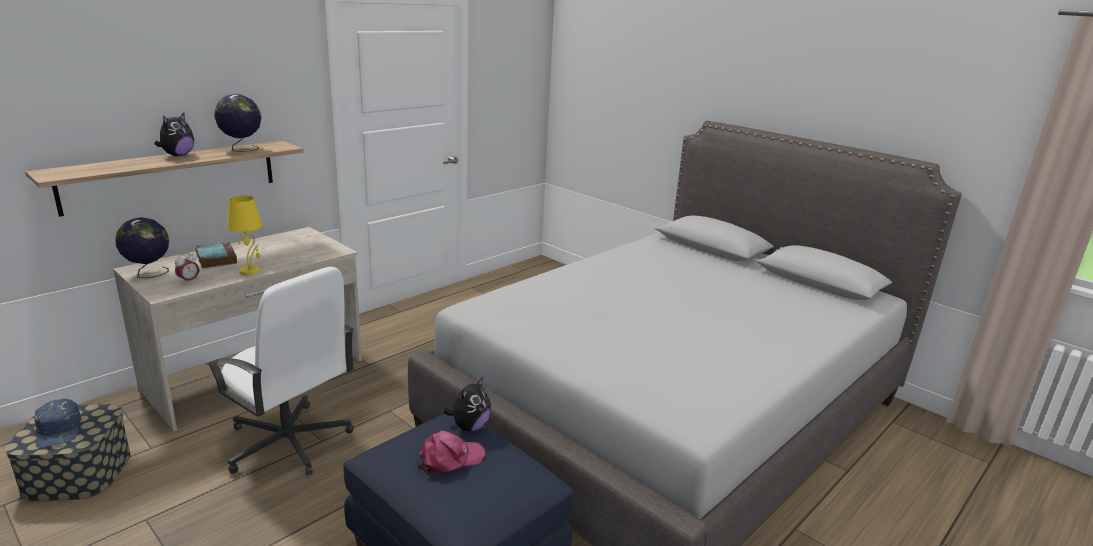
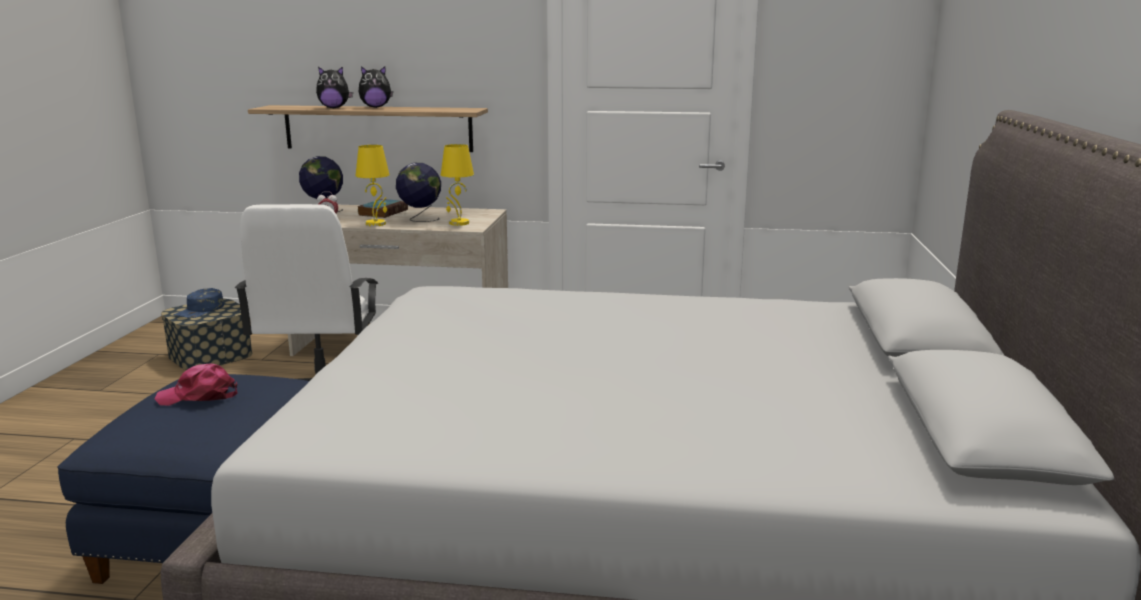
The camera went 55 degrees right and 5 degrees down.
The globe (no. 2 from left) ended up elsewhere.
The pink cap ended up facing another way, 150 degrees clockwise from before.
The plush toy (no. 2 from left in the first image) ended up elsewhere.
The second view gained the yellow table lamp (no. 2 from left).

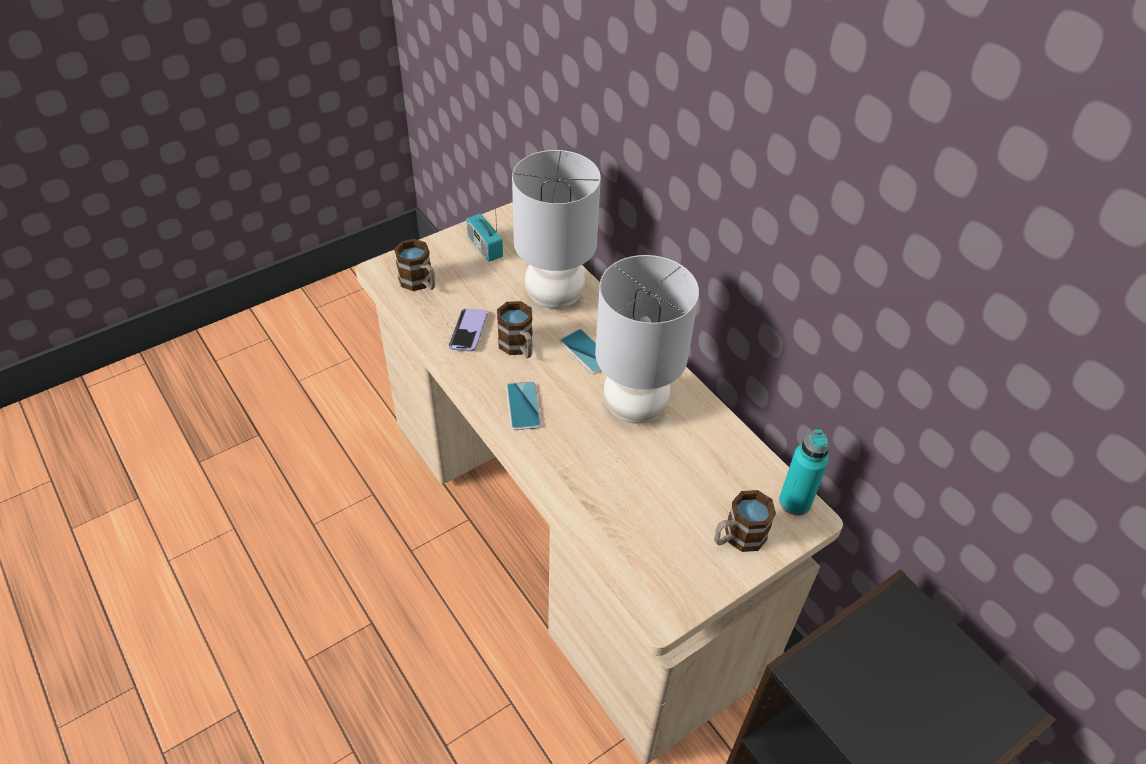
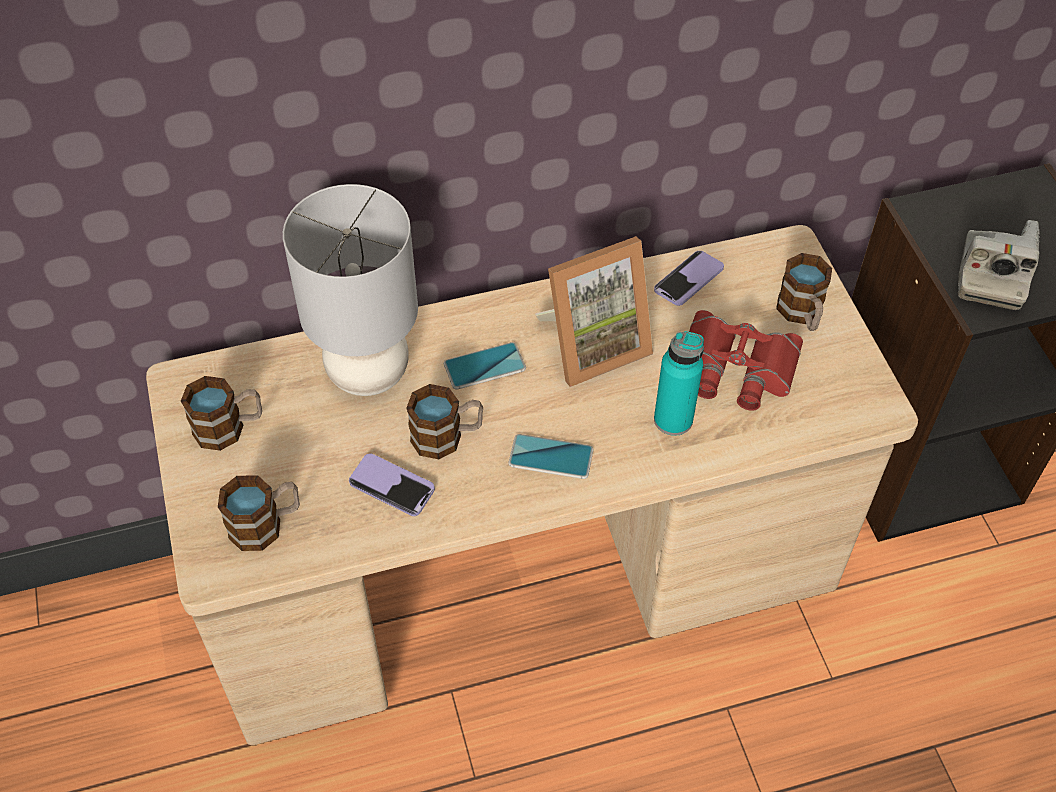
The camera went 70 degrees left and 5 degrees up.
Where the radio stood, the mug (no. 1 from left) came to stand.
Where the grey table lamp (no. 2 from left) stood, the picture frame came to stand.
The turquoise bottle ended up elsewhere.
The second view gained the phone (no. 4 from left).
The second view gained the red binoculars.
The second view gained the photo camera.

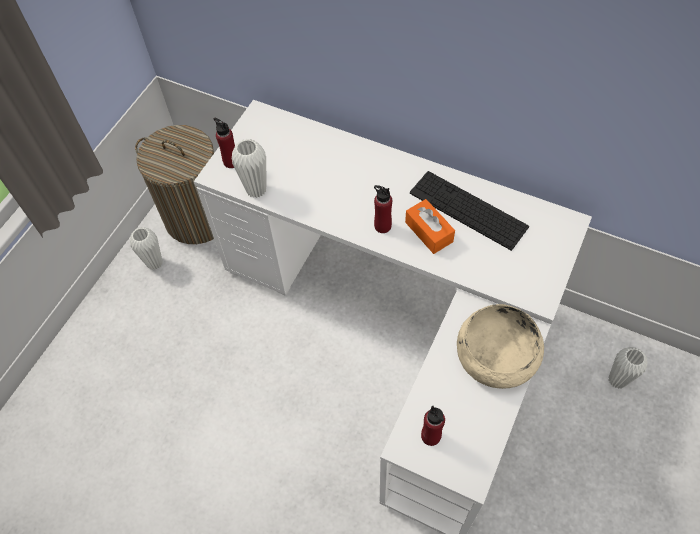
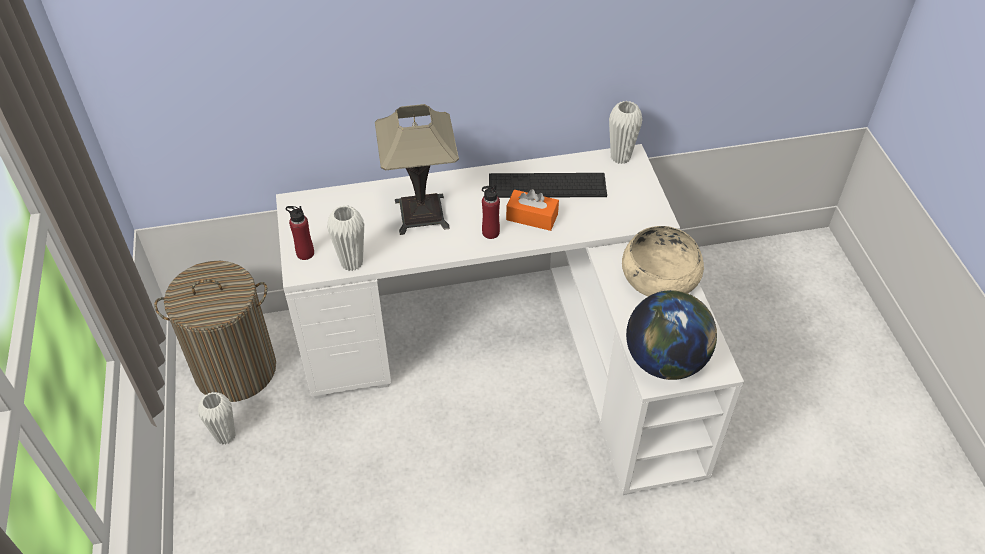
The camera went 40 degrees left and 10 degrees down.
Where the red bottle (no. 3 from left) stood, the globe came to stand.
The white vase (no. 3 from left) ended up elsewhere.
The second view gained the table lamp.

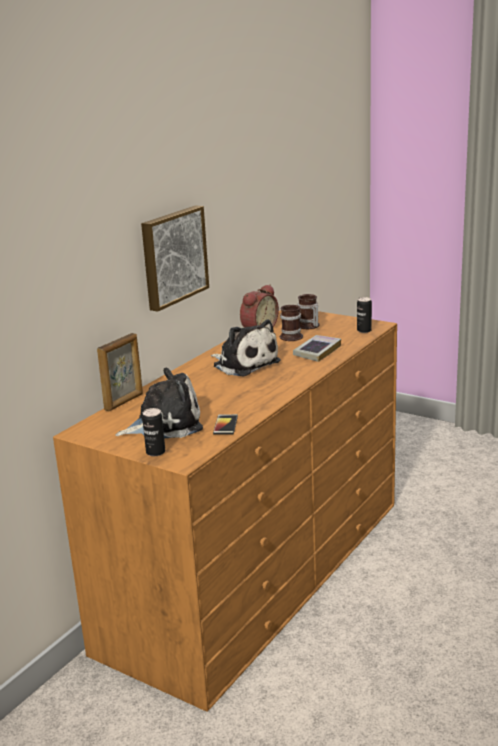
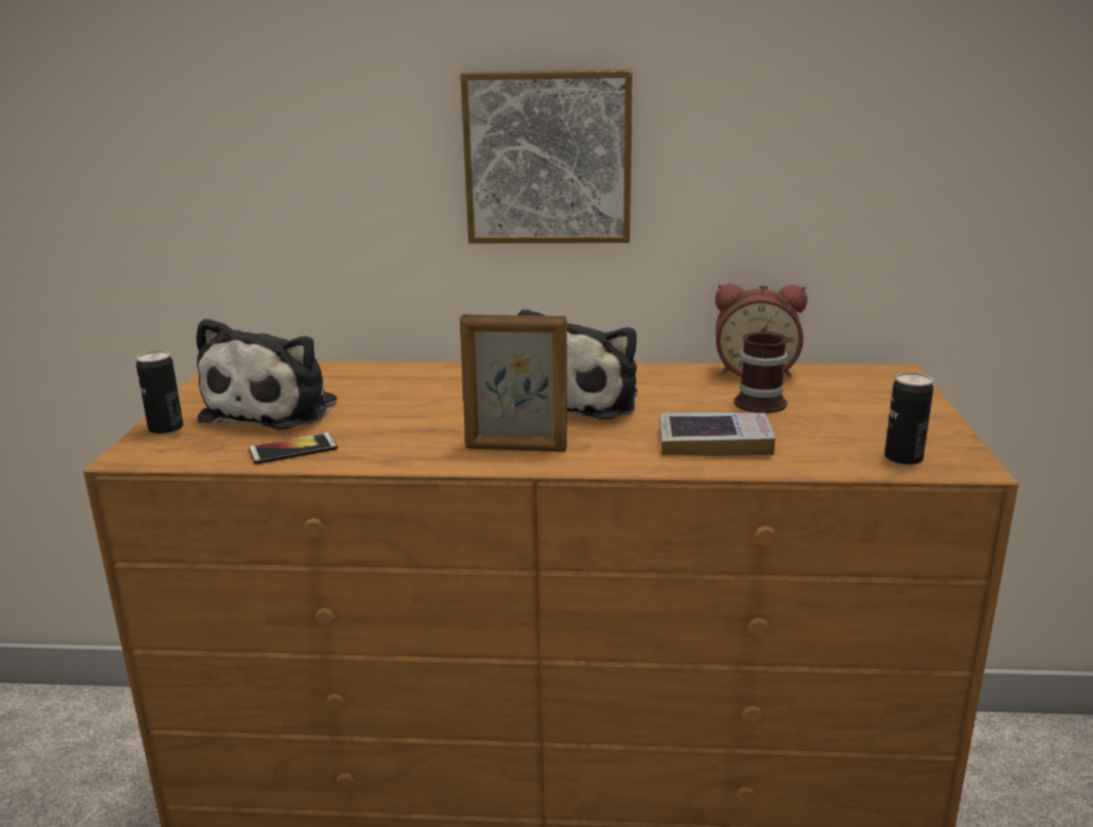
The camera went 60 degrees right and 0 degrees up.
The picture frame ended up elsewhere.
The plush toy (no. 1 from left) ended up facing another way, 60 degrees clockwise from before.
The second view lost the mug (no. 2 from left).

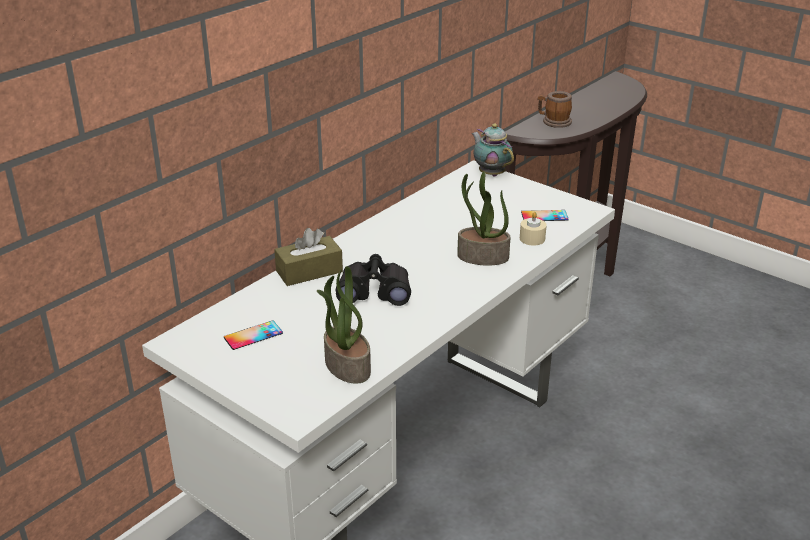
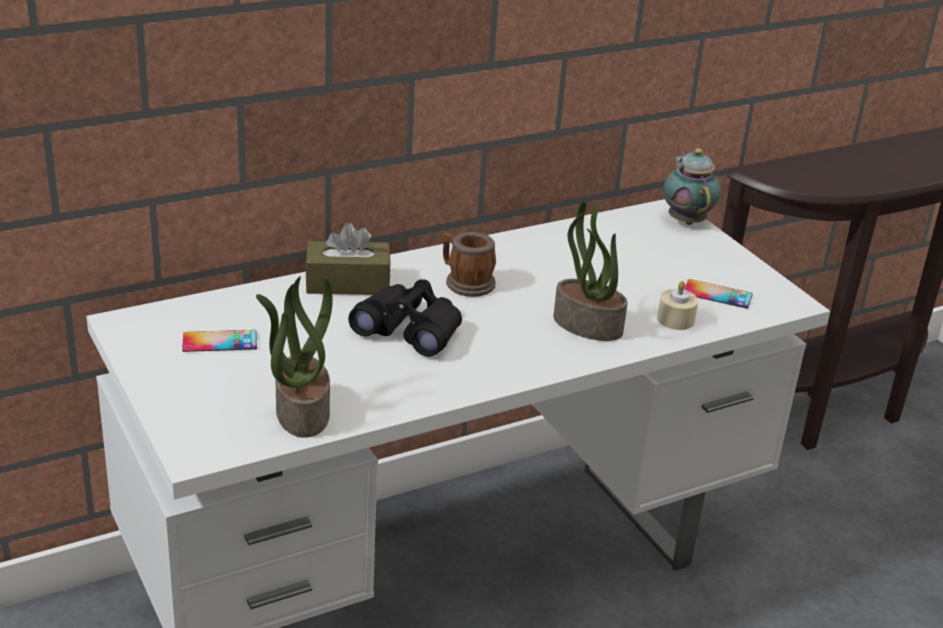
The camera went 20 degrees right and 0 degrees up.
The mug ended up elsewhere.

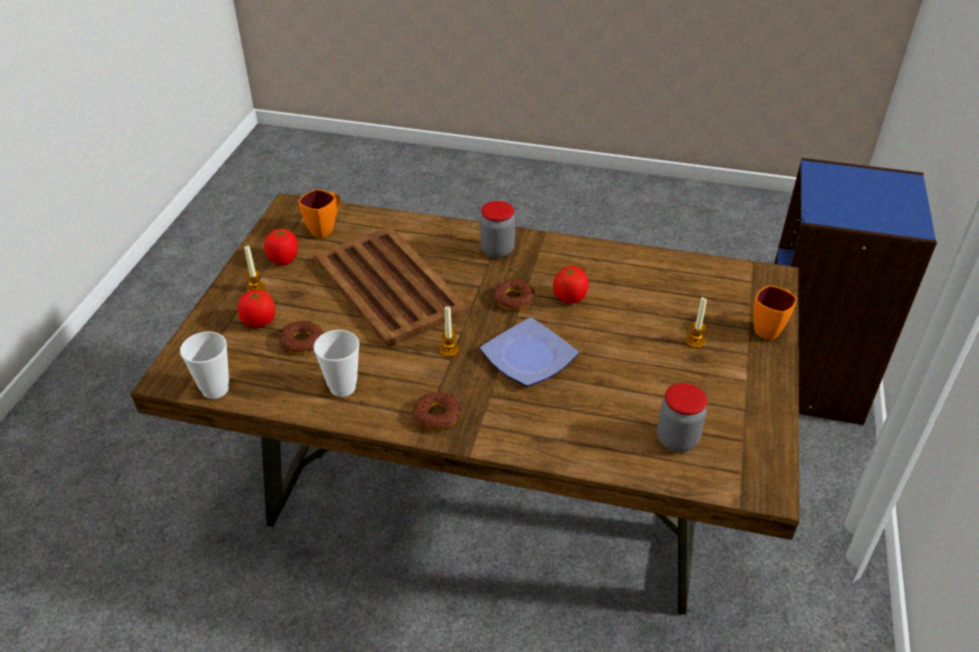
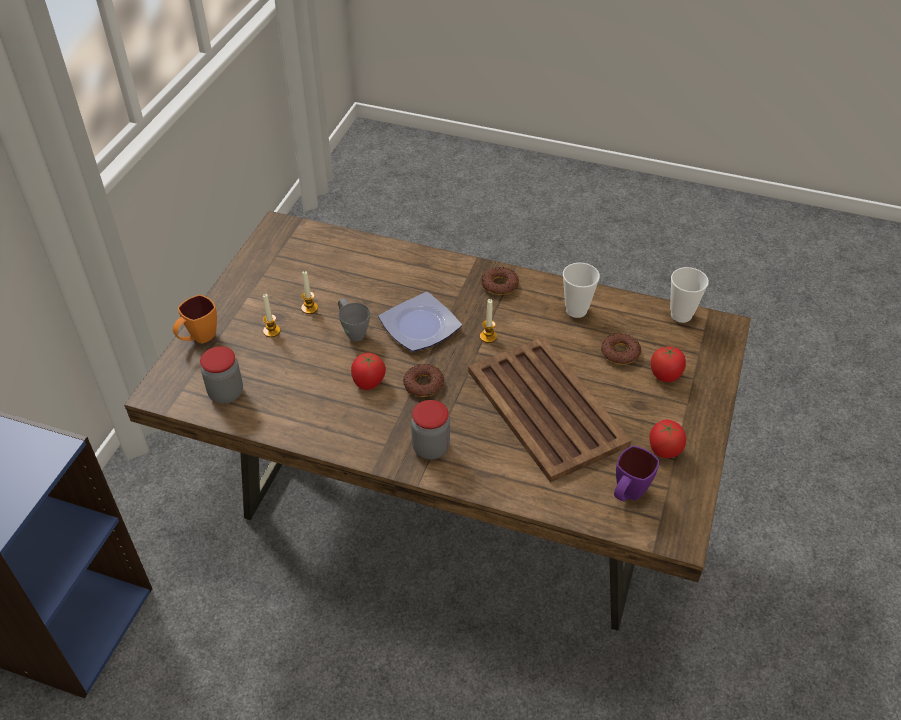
The camera went 175 degrees left and 5 degrees up.
The candle (no. 1 from left in the first image) ended up elsewhere.
What was the orange mug (no. 1 from left) turned into the purple mug.
The jar (no. 2 from left in the first image) ended up elsewhere.
The second view gained the grey mug.

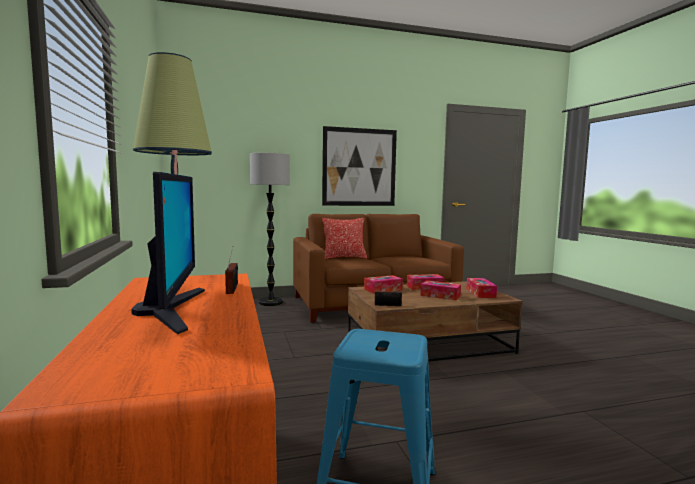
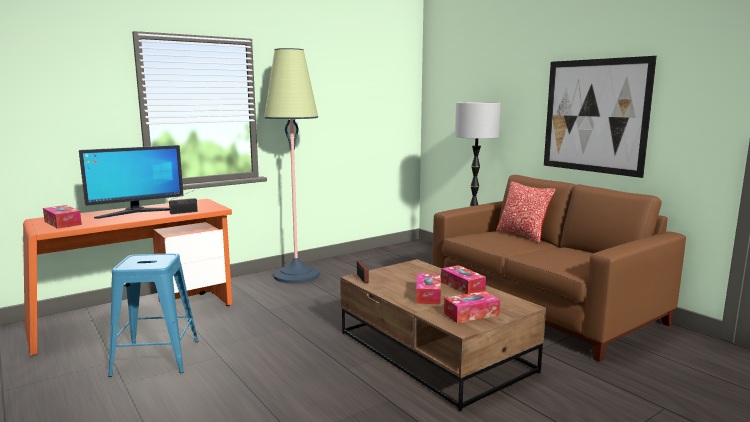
The camera went 70 degrees right and 5 degrees up.
The tissue box (no. 1 from left) ended up elsewhere.

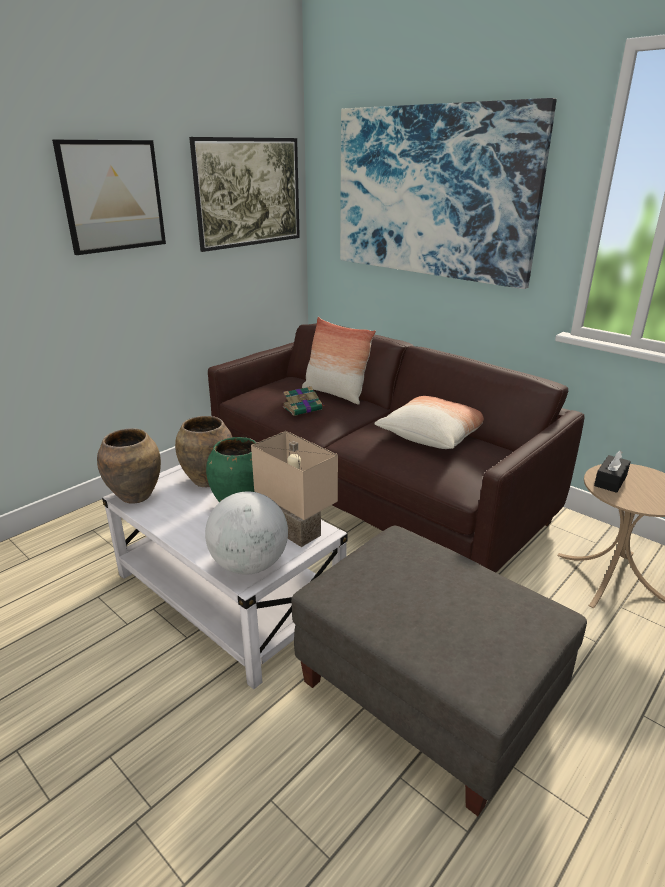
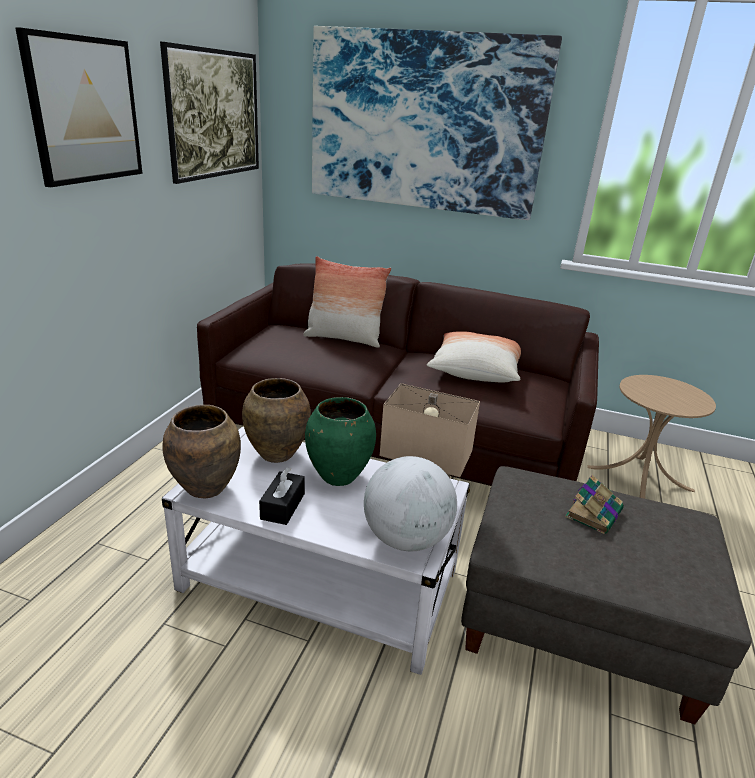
The camera went 25 degrees left and 0 degrees up.
The book ended up elsewhere.
The black tissue box ended up elsewhere.

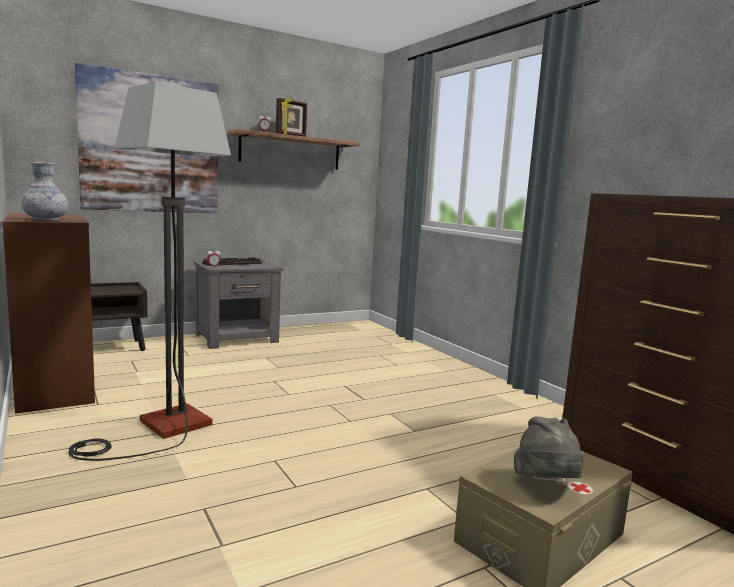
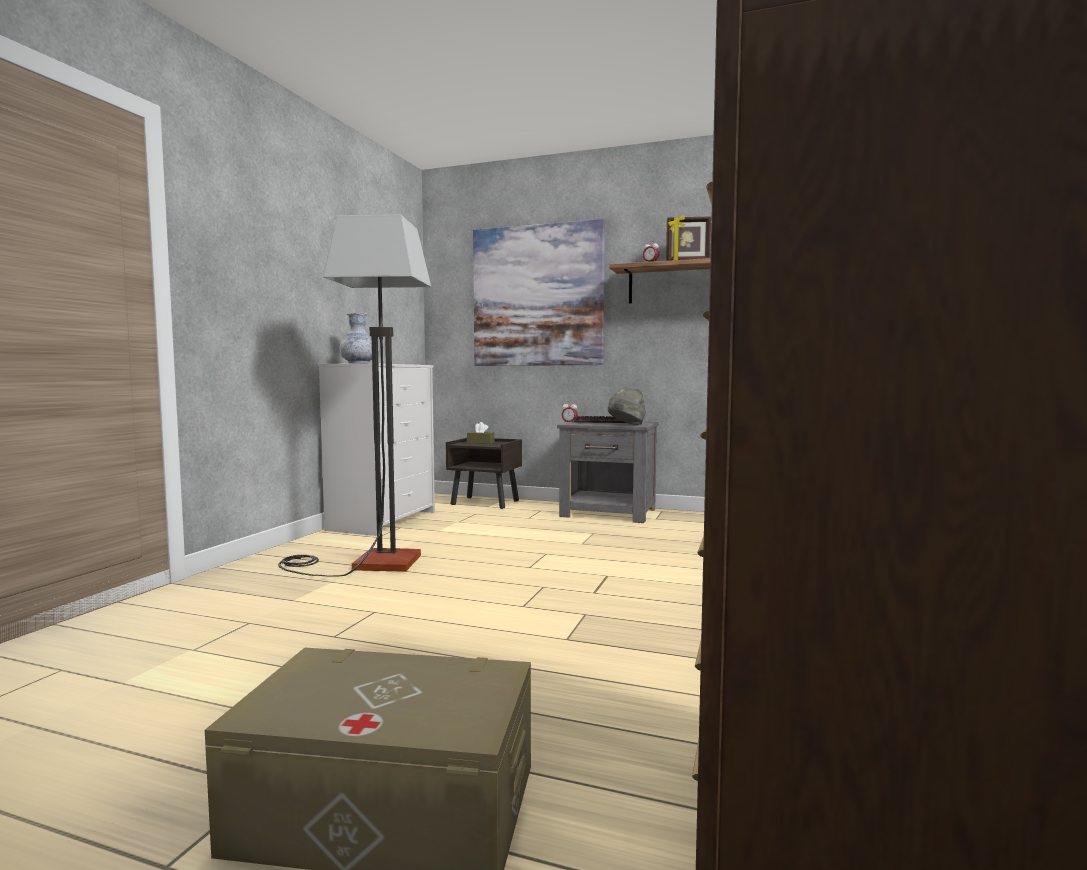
The camera went 50 degrees right and 5 degrees down.
What was the brown dresser (no. 1 from left) turned into the white dresser.
The grey hat ended up elsewhere.
The second view gained the brown tissue box.

